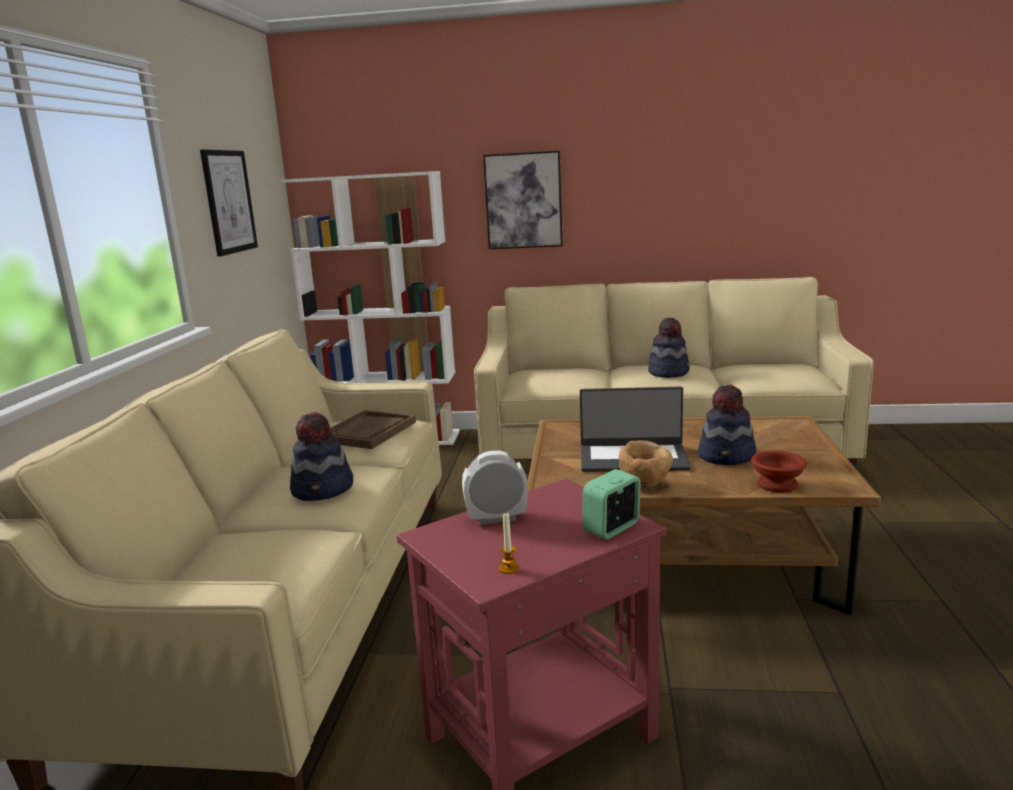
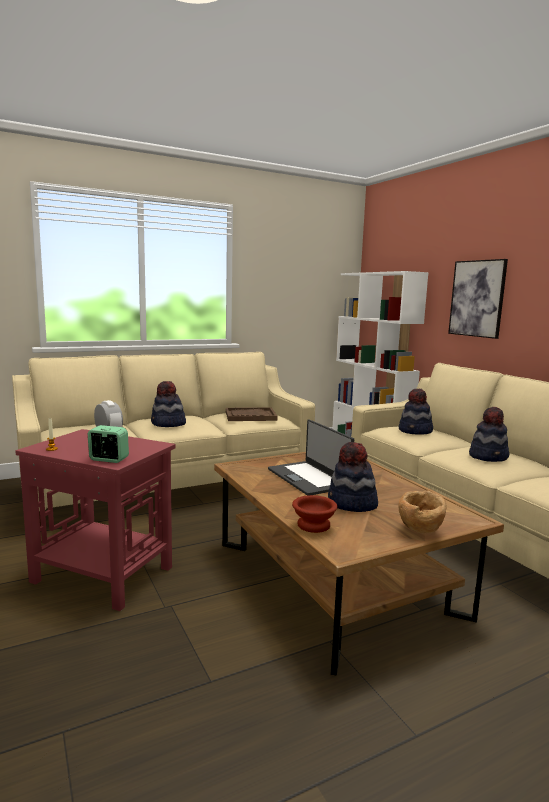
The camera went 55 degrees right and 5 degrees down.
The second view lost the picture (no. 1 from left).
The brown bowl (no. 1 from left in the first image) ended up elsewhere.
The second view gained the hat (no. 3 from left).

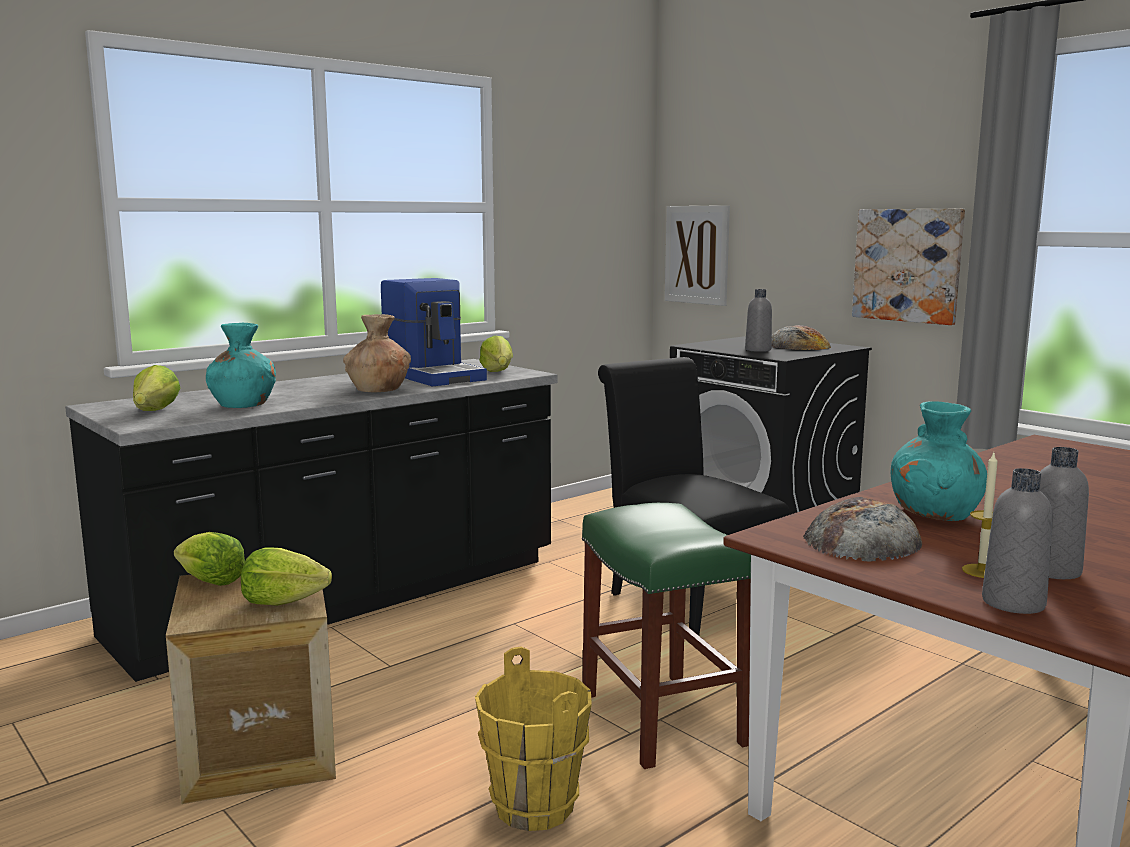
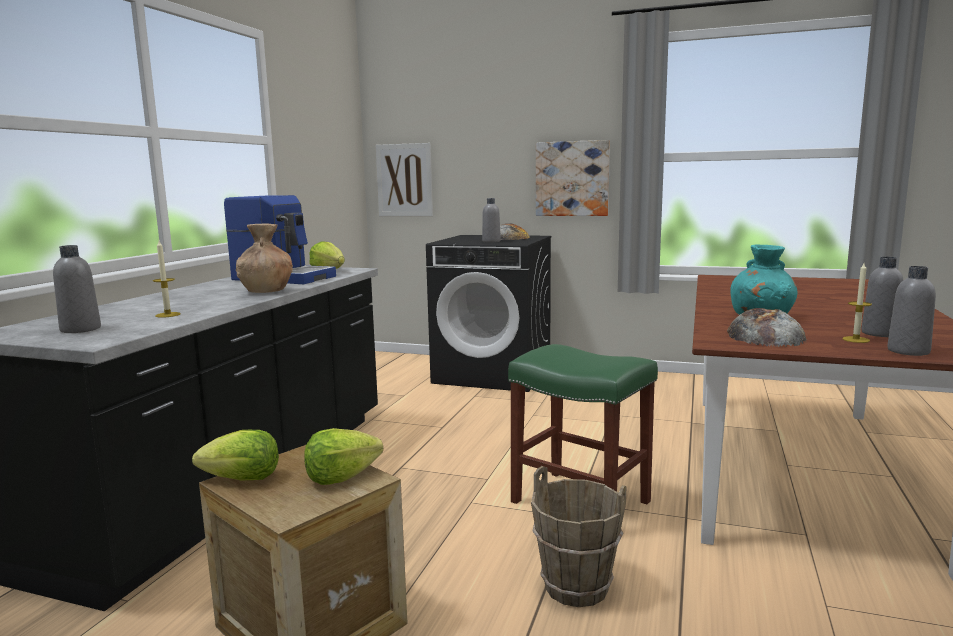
The camera went 30 degrees left and 0 degrees up.
Where the lettuce (no. 1 from left) stood, the grey bottle (no. 1 from left) came to stand.
Where the turquoise vase (no. 1 from left) stood, the candle (no. 1 from left) came to stand.
What was the yellow bucket turned into the brown bucket.
The second view lost the black chair.

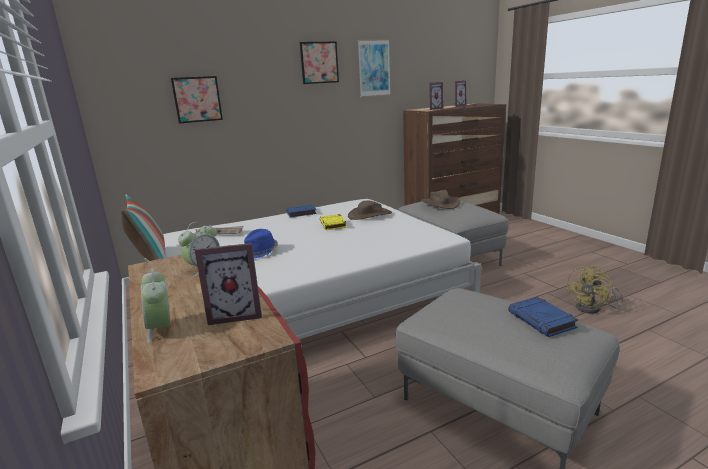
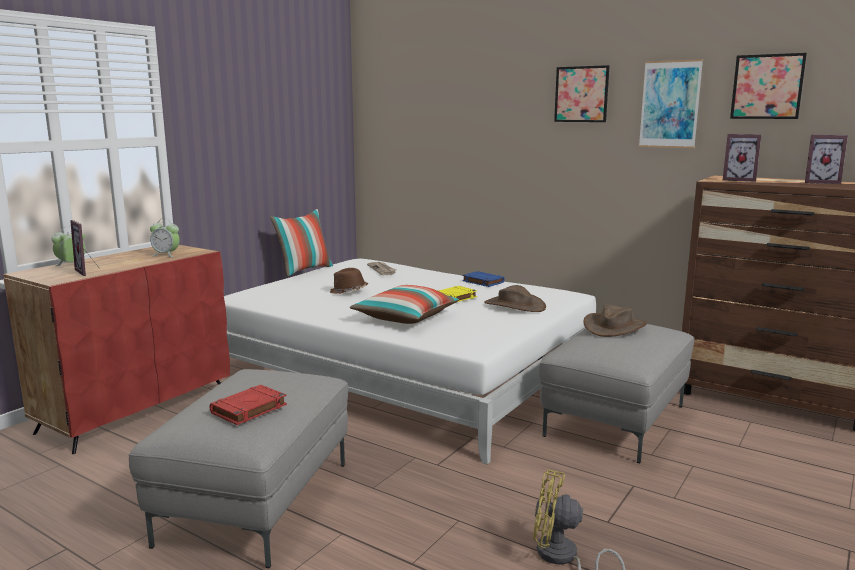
The camera went 60 degrees right and 5 degrees down.
The picture (no. 1 from left in the first image) ended up elsewhere.
What was the blue hat turned into the brown hat (no. 1 from left).
What was the blue book (no. 2 from left) turned into the red book.
The second view gained the pillow (no. 2 from left).

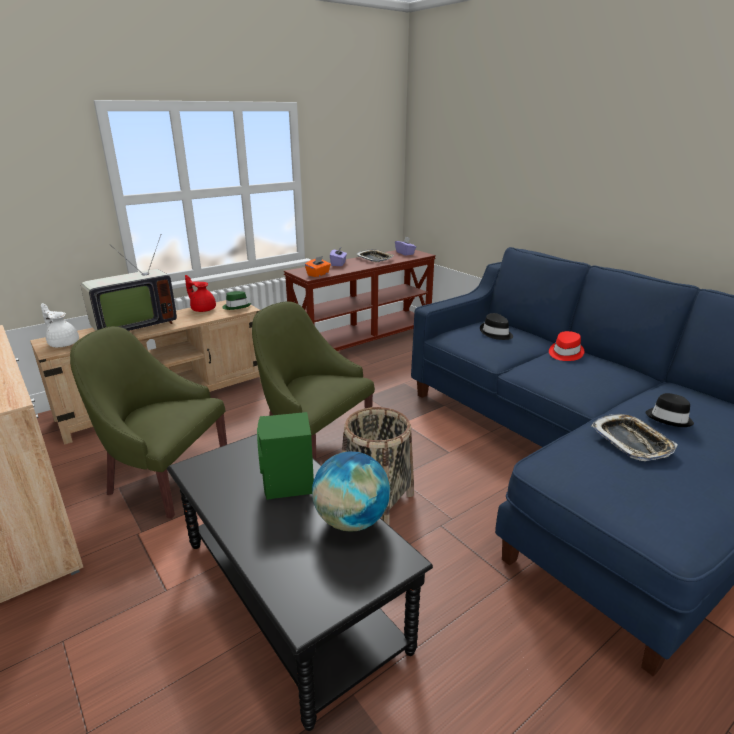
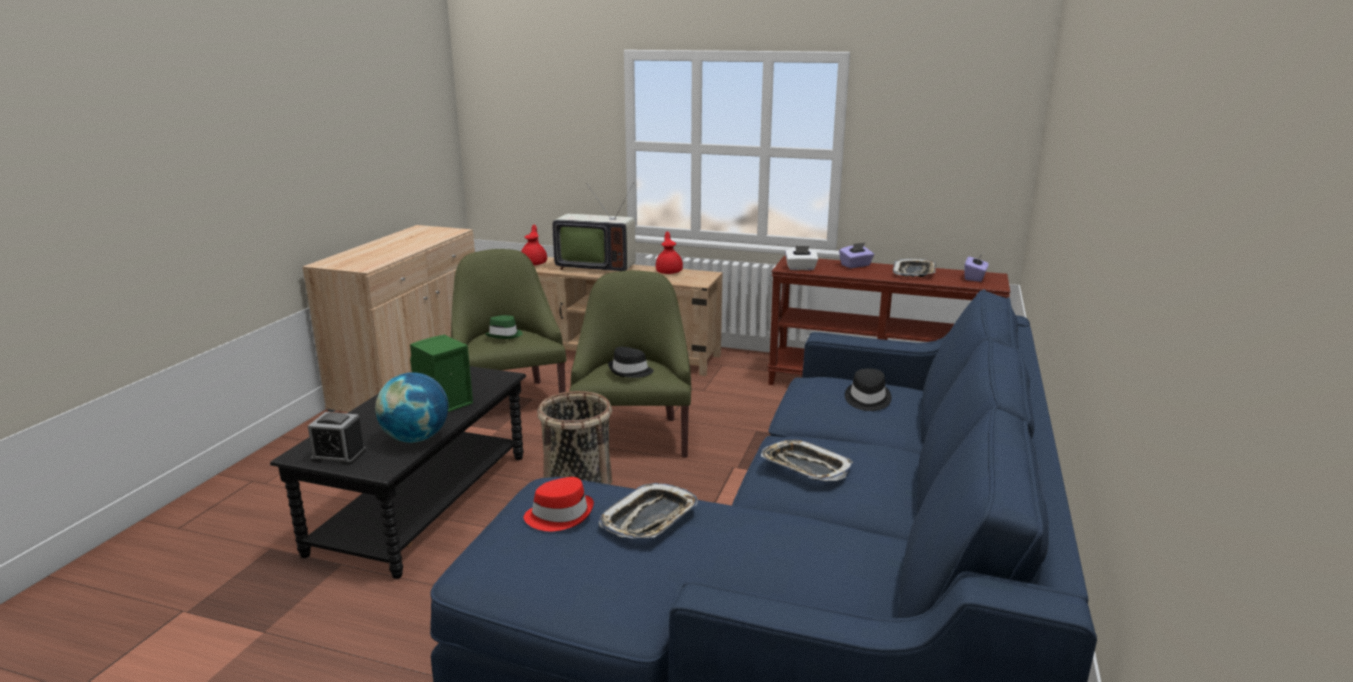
The camera went 55 degrees right and 5 degrees down.
What was the white teapot turned into the red teapot (no. 1 from left).
The green hat ended up elsewhere.
What was the orange tissue box turned into the white tissue box.
The red hat ended up elsewhere.
The black hat (no. 2 from left in the first image) ended up elsewhere.
The second view gained the alarm clock.
The second view gained the tray (no. 2 from left).

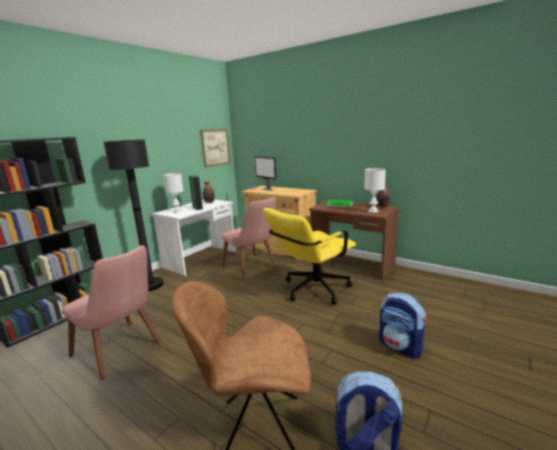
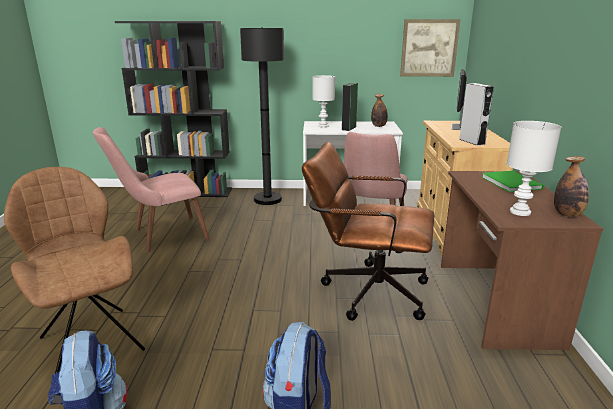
The camera went 55 degrees right and 5 degrees up.
The pink chair (no. 1 from left) ended up facing another way, 60 degrees clockwise from before.
What was the yellow office chair turned into the brown office chair.
The second view gained the grey speaker.

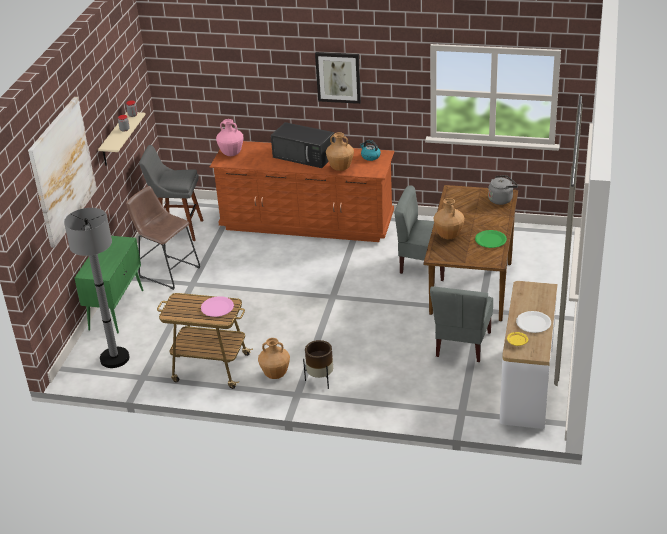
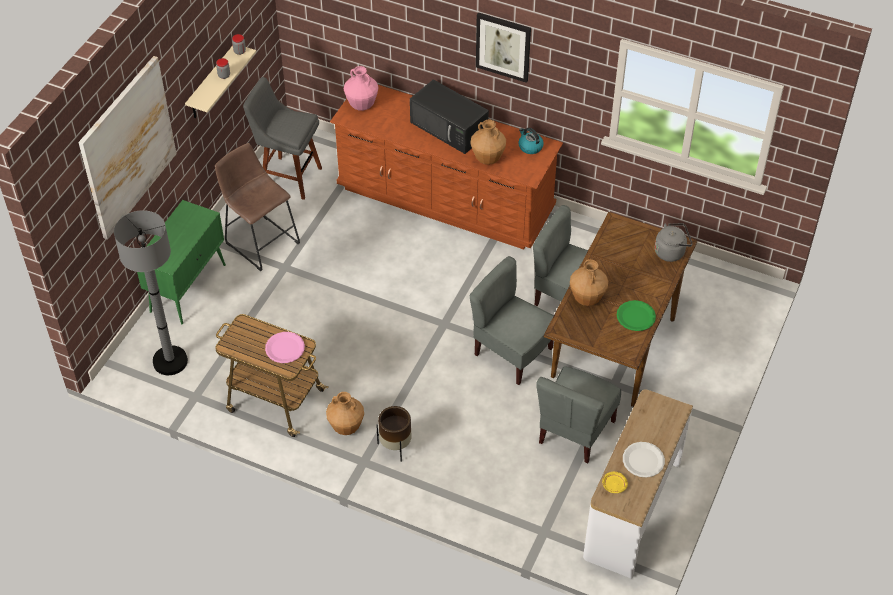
The camera went 10 degrees right and 15 degrees up.
The second view gained the grey chair (no. 1 from left).

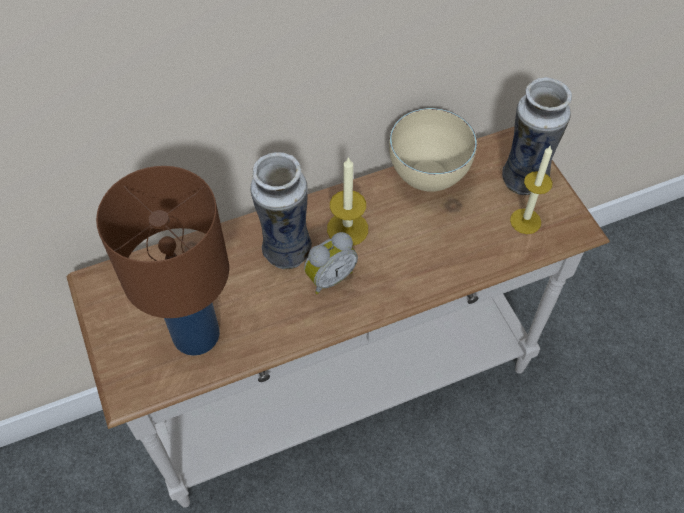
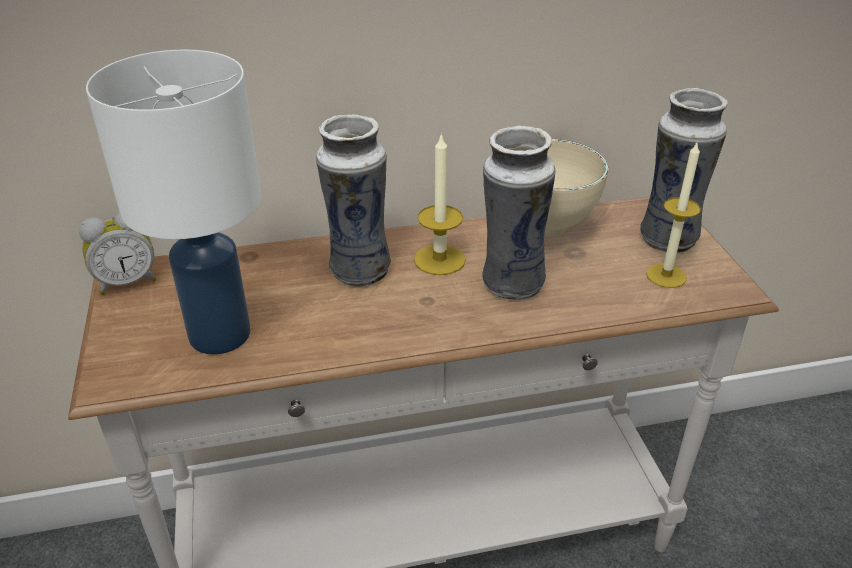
The camera went 10 degrees right and 20 degrees down.
What was the brown table lamp turned into the white table lamp.
The alarm clock ended up elsewhere.
The second view gained the vase (no. 2 from left).

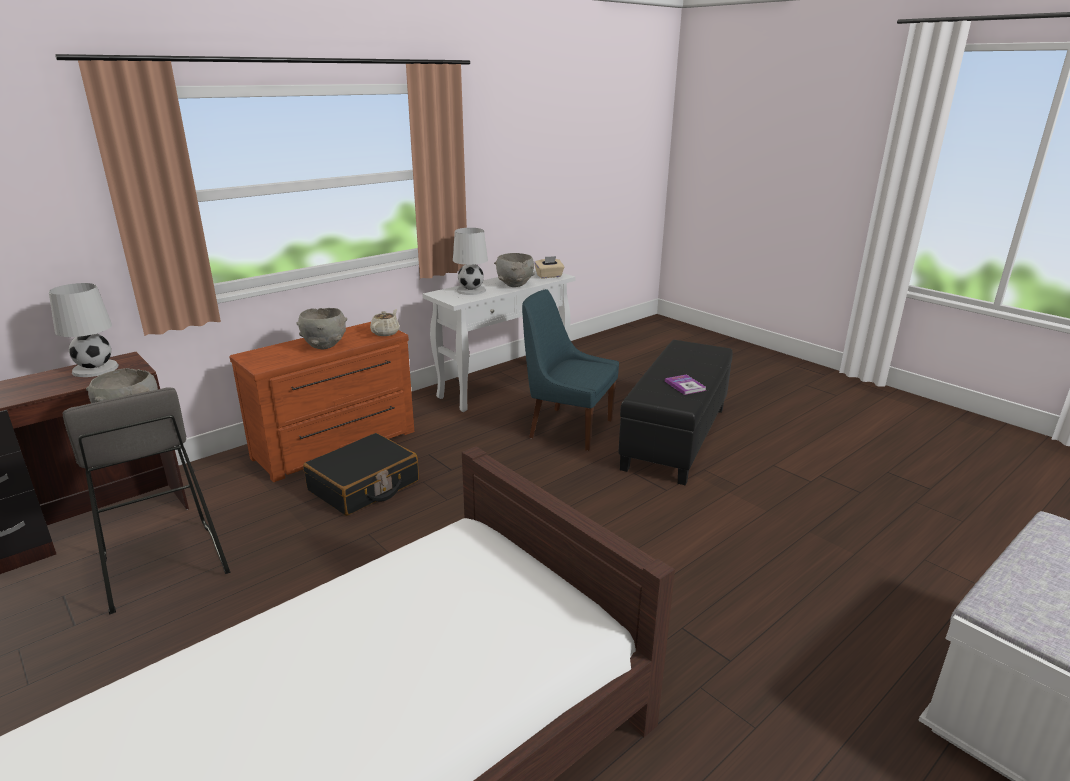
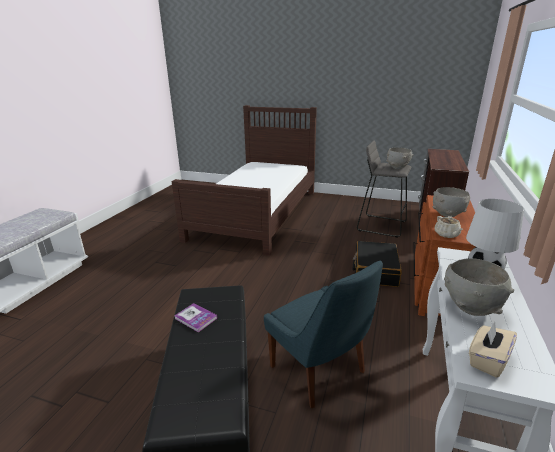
The camera went 150 degrees right and 0 degrees up.
The second view lost the white table lamp (no. 1 from left).
The blue chair ended up facing another way, 60 degrees clockwise from before.

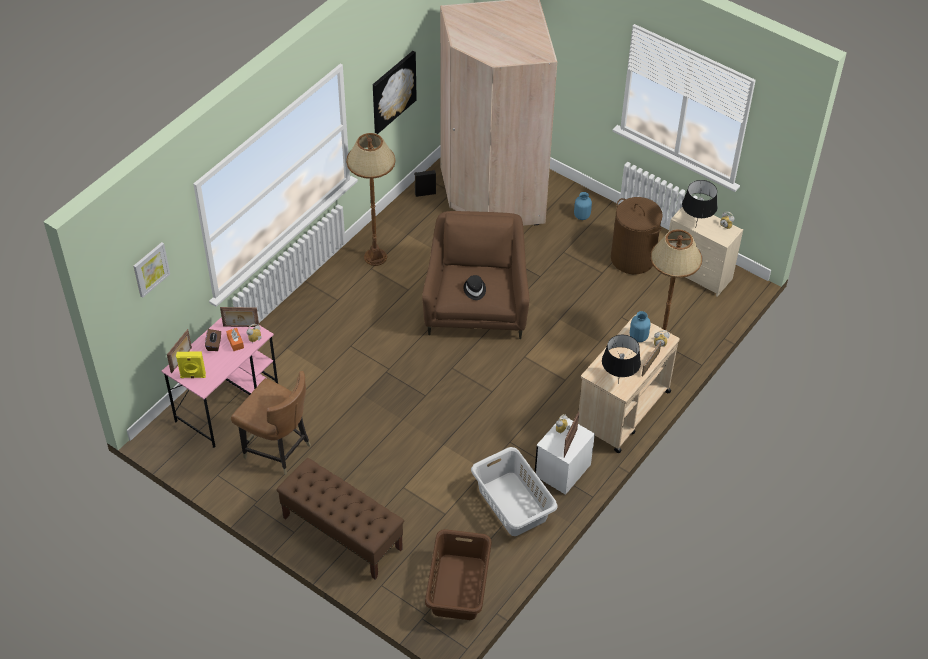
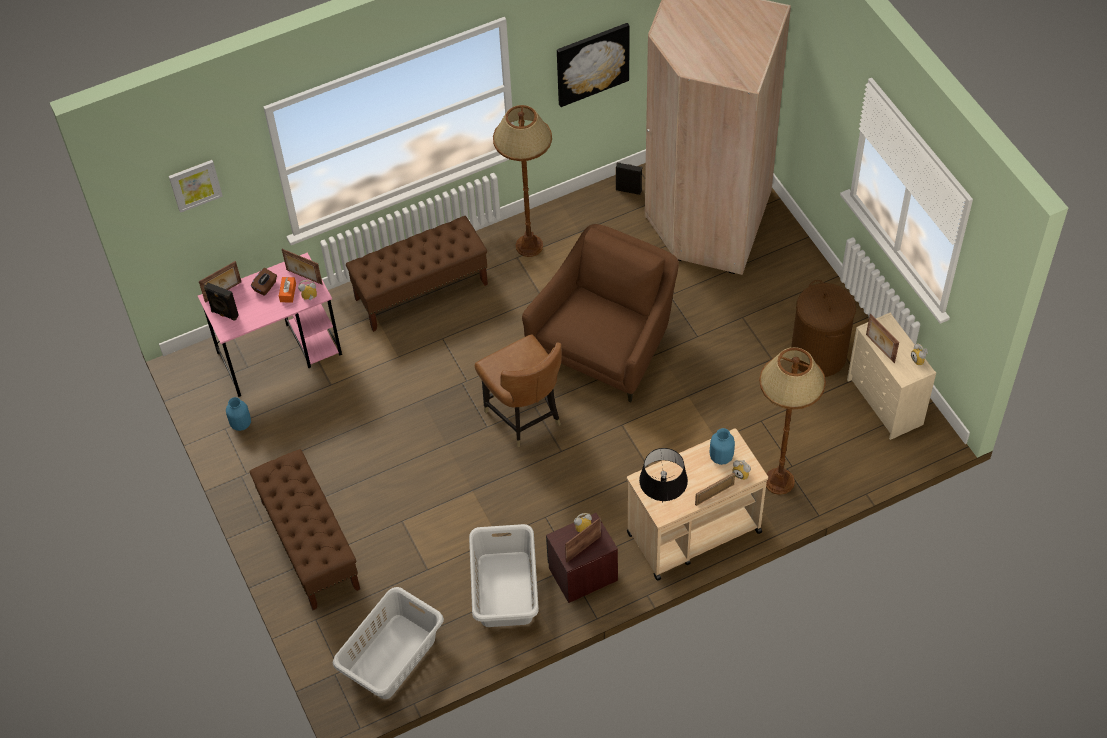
The camera went 30 degrees right and 5 degrees up.
What was the yellow speaker turned into the black speaker (no. 1 from left).
The brown chair ended up elsewhere.
What was the brown laundry basket (no. 1 from left) turned into the grey laundry basket (no. 1 from left).
The second view lost the black hat.
What was the white nightstand turned into the brown nightstand.
The blue vase (no. 1 from left) ended up elsewhere.
Where the black table lamp (no. 2 from left) stood, the picture frame (no. 5 from left) came to stand.
The second view gained the brown bench (no. 2 from left).

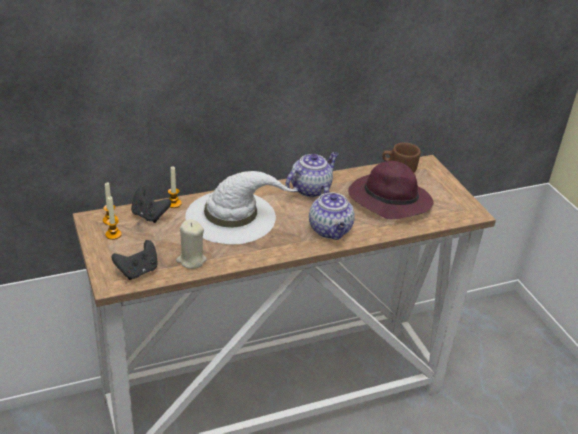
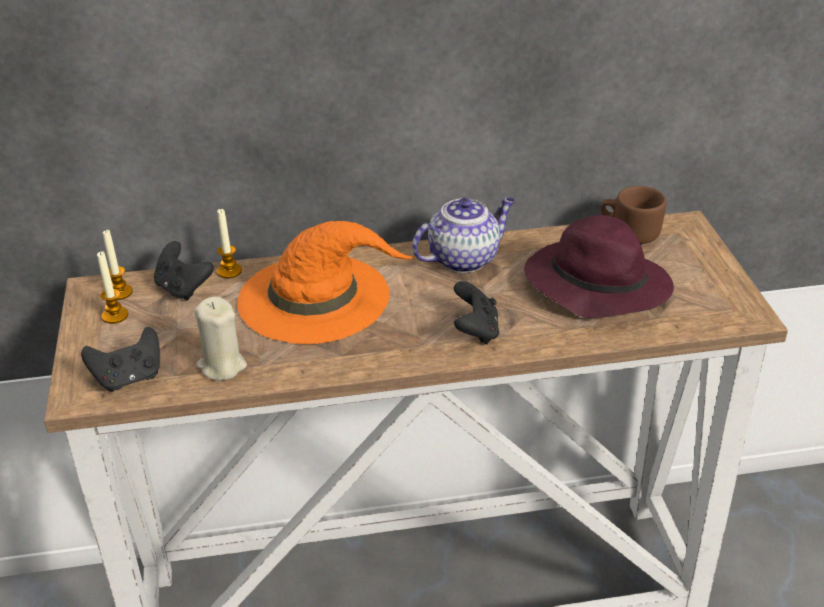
The camera went 15 degrees right and 0 degrees up.
What was the white hat turned into the orange hat.
Where the teapot (no. 2 from left) stood, the black game controller (no. 3 from left) came to stand.

